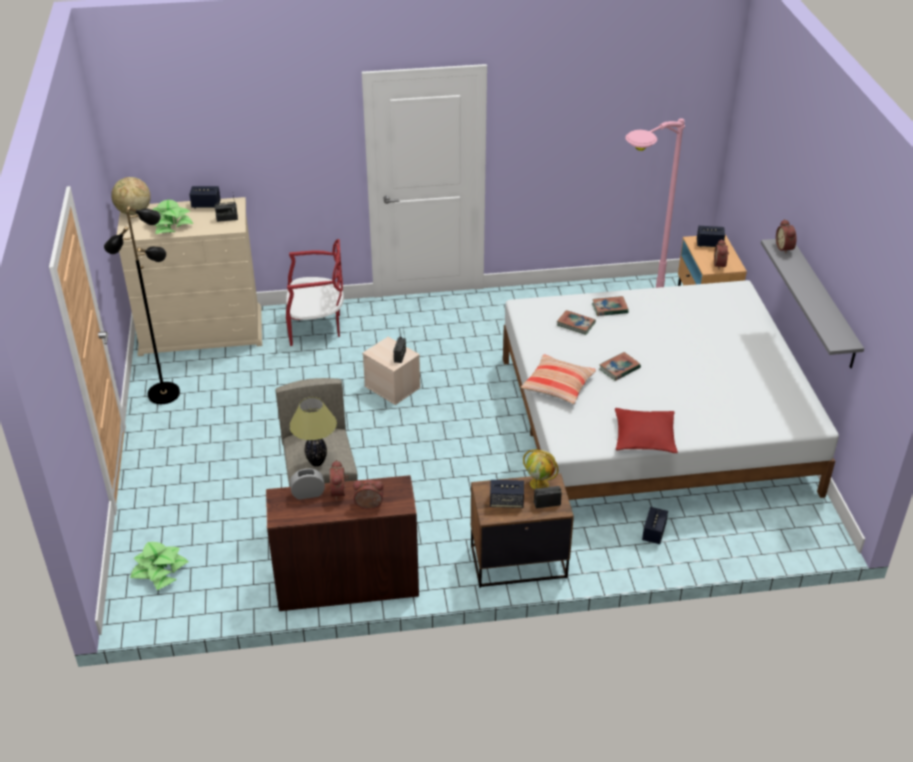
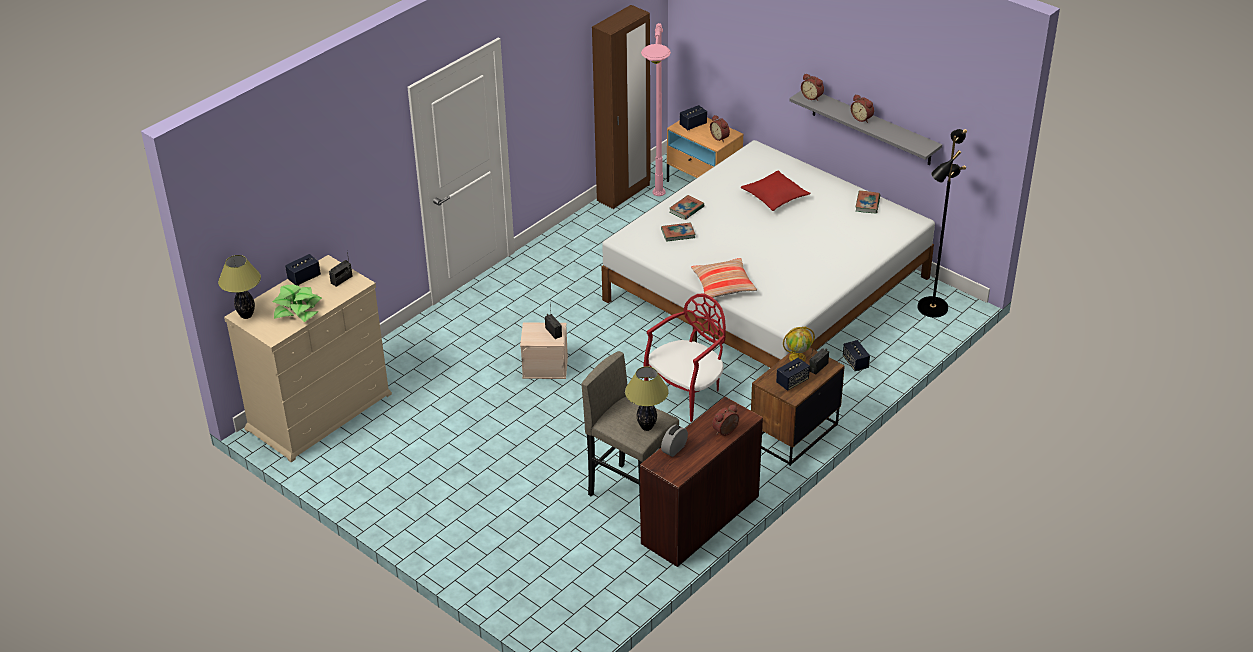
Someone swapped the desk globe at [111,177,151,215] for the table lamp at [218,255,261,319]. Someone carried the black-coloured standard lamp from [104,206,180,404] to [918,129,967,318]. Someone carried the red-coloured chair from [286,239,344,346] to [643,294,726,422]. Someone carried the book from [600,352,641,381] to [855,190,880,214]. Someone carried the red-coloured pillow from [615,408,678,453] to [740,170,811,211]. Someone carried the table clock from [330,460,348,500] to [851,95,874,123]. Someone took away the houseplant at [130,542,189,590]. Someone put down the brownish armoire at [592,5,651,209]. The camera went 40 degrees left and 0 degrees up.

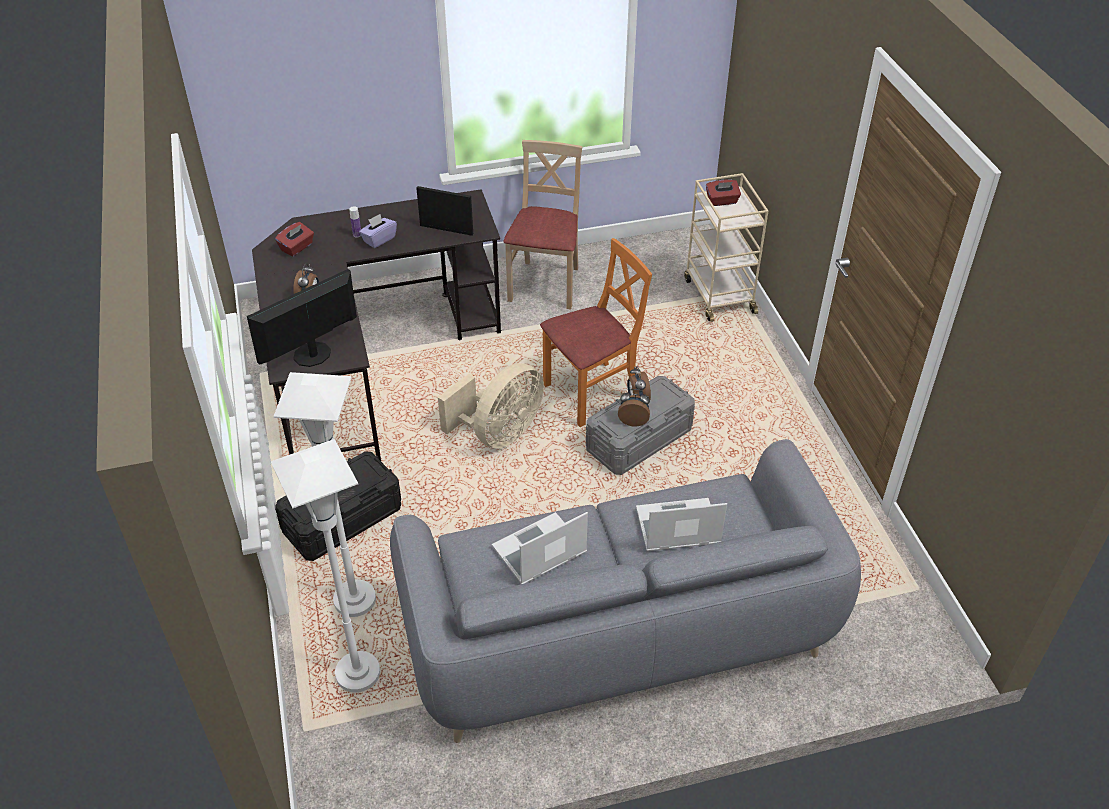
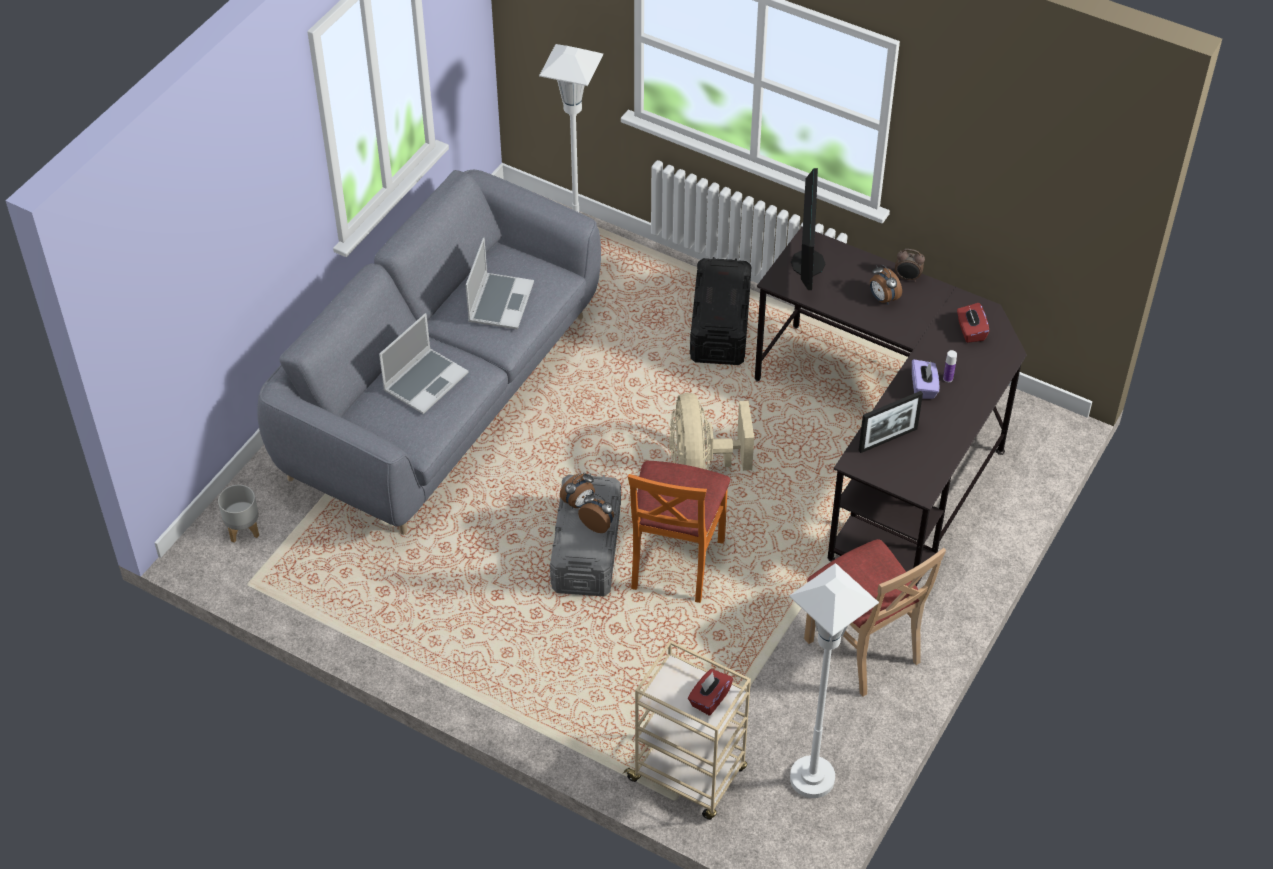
Someone carried the white standard lamp from [273,372,376,617] to [789,563,879,798]. Someone put down the table clock at [895,249,925,282]. Someone put down the gray plant pot at [218,485,259,543]. The camera went 135 degrees right and 5 degrees up.

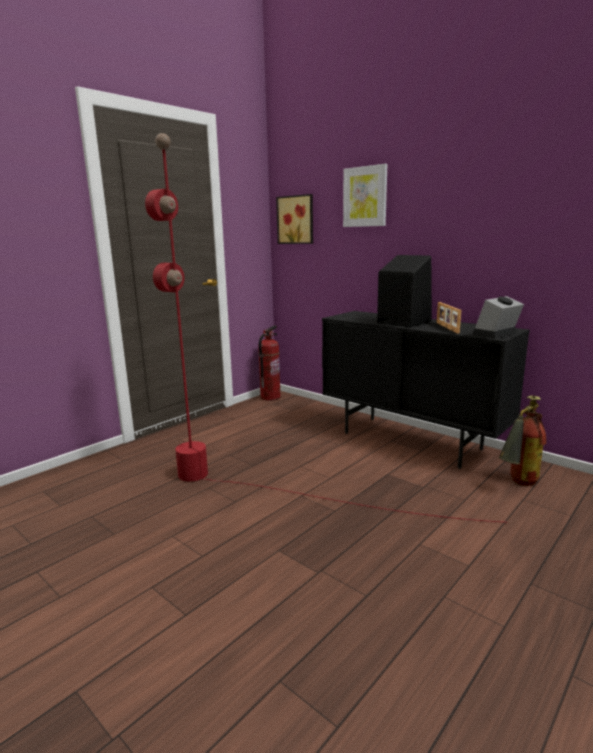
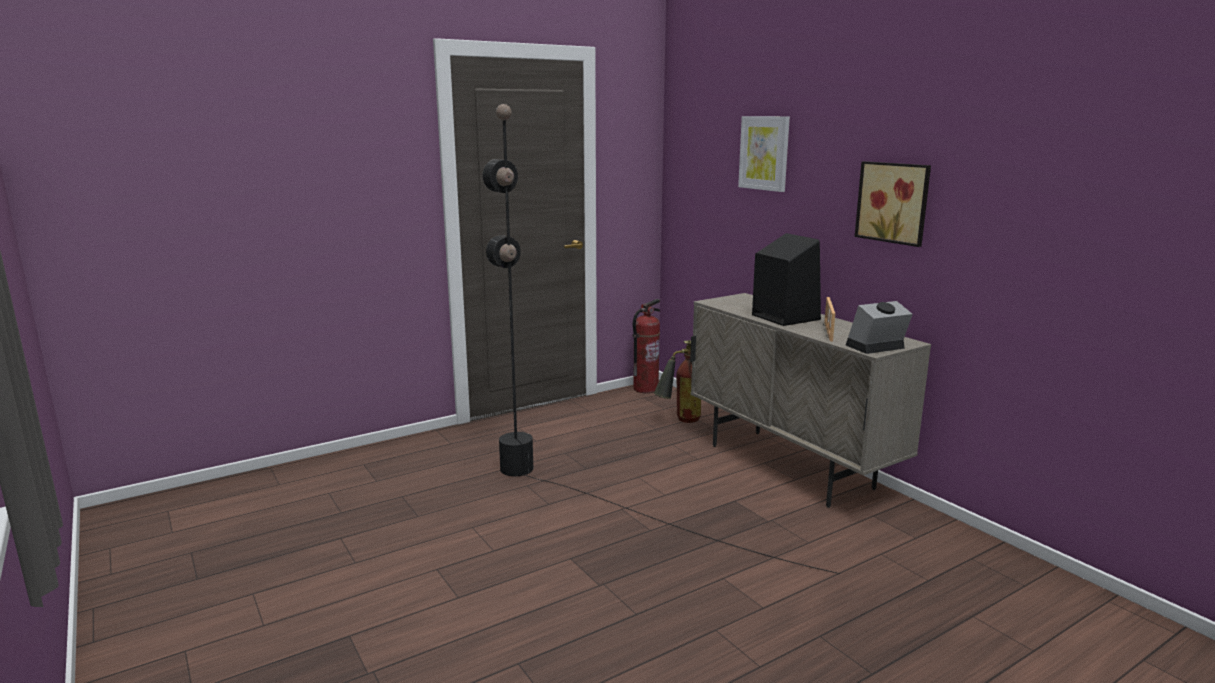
Someone repainted the red-coloured standard lamp at [145,133,507,523], which became the black-coloured standard lamp at [483,104,841,574]. Someone carried the wall art from [276,194,313,244] to [855,161,931,247]. Someone repainted the black-coloured cabinet at [322,311,530,469], which became the beige cabinet at [690,293,931,508]. Someone carried the fire extinguisher from [499,395,547,486] to [654,340,701,423]. The camera went 15 degrees right and 0 degrees up.

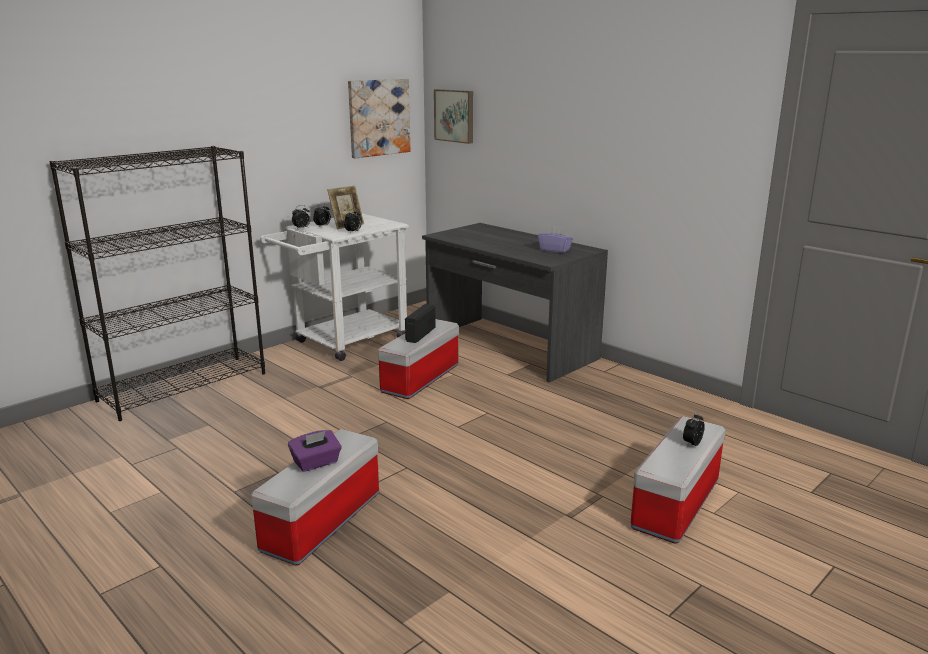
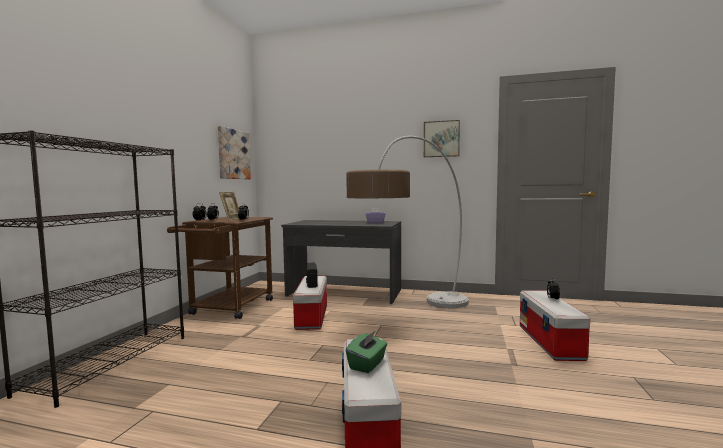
Someone carried the wall art from [434,89,473,144] to [424,120,460,157]. Someone repainted the white trolley at [260,214,409,361], which became the brownish trolley at [167,217,273,319]. Someone repainted the purple box of tissues at [288,430,342,472], which became the greenish box of tissues at [346,330,387,373]. Someone put down the standard lamp at [346,136,468,308]. The camera went 30 degrees left and 15 degrees down.

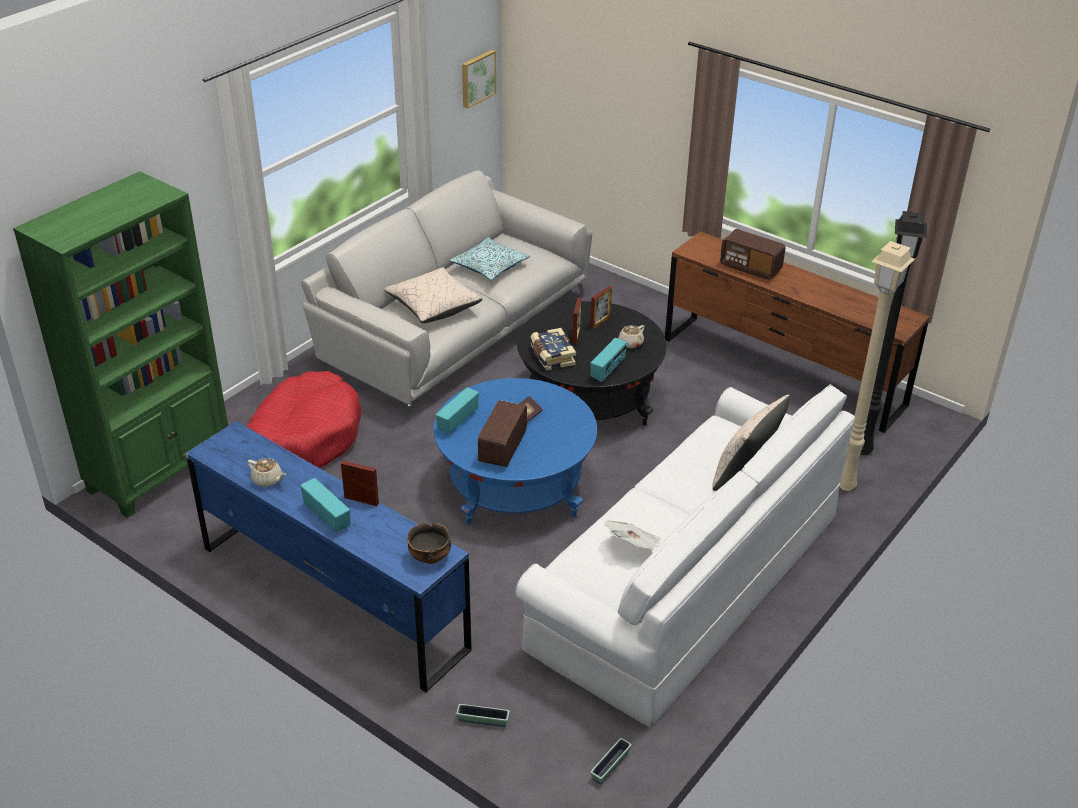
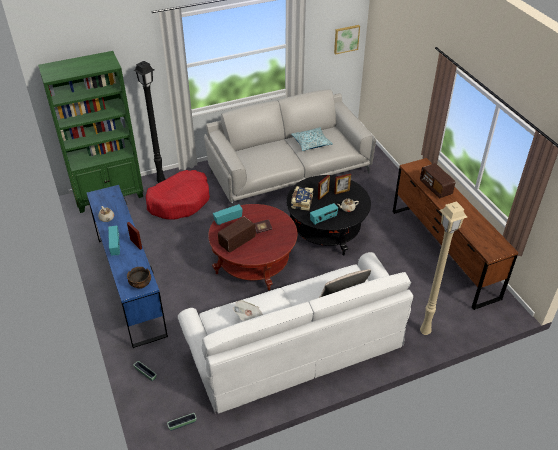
Someone carried the black-coloured standard lamp from [861,211,927,455] to [134,61,166,183]. Someone took away the beige pillow at [384,267,482,323]. Someone repainted the blue-coloured low table at [433,378,597,525], which became the red-coloured low table at [208,204,297,290]. The camera went 30 degrees right and 5 degrees up.

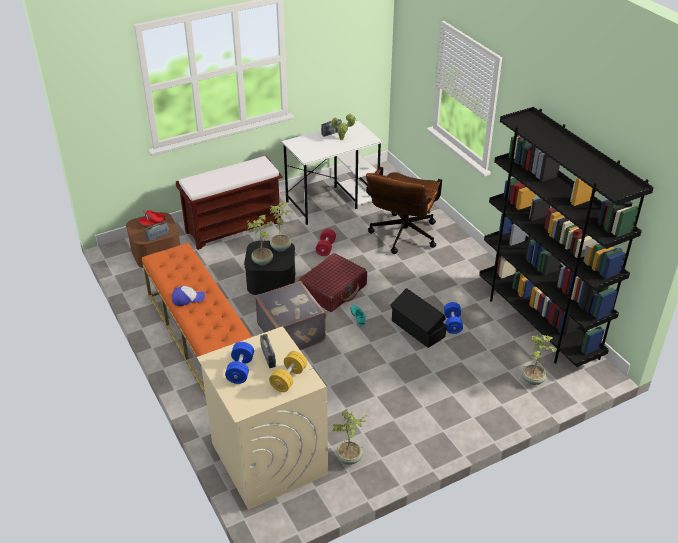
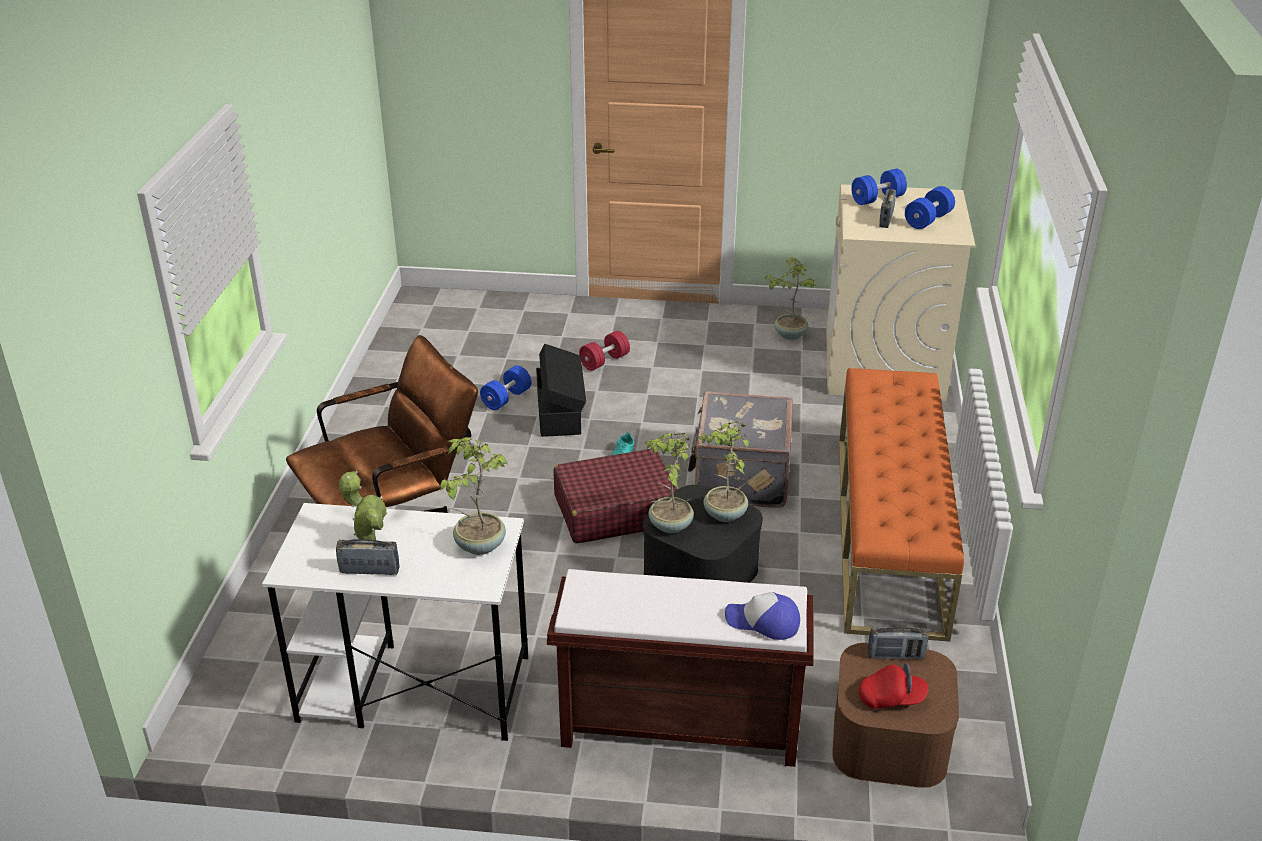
Someone took away the black-coloured bookcase at [479,107,654,367]. Someone carried the red-coloured free weight from [316,229,336,256] to [579,331,630,371]. Someone carried the baseball cap from [172,286,205,306] to [725,592,800,640]. Someone carried the houseplant from [522,333,556,385] to [440,437,507,555]. Someone repainted the yellowish free weight at [269,351,307,392], which became the blue-coloured free weight at [851,169,907,205]. The camera went 145 degrees left and 5 degrees down.

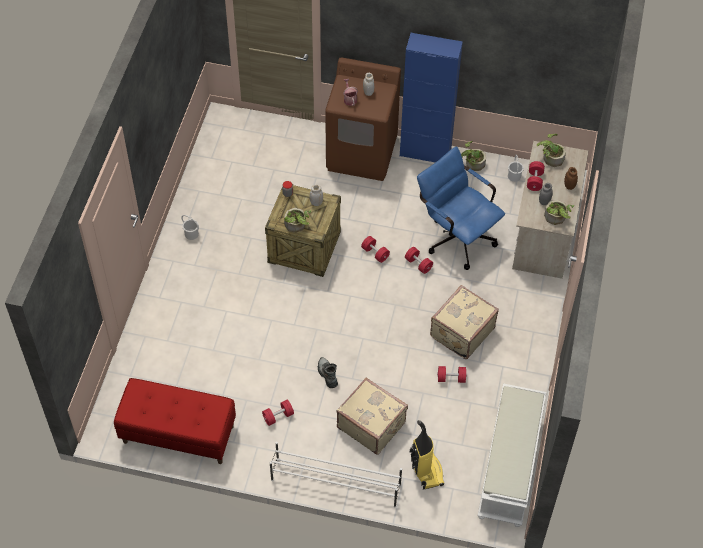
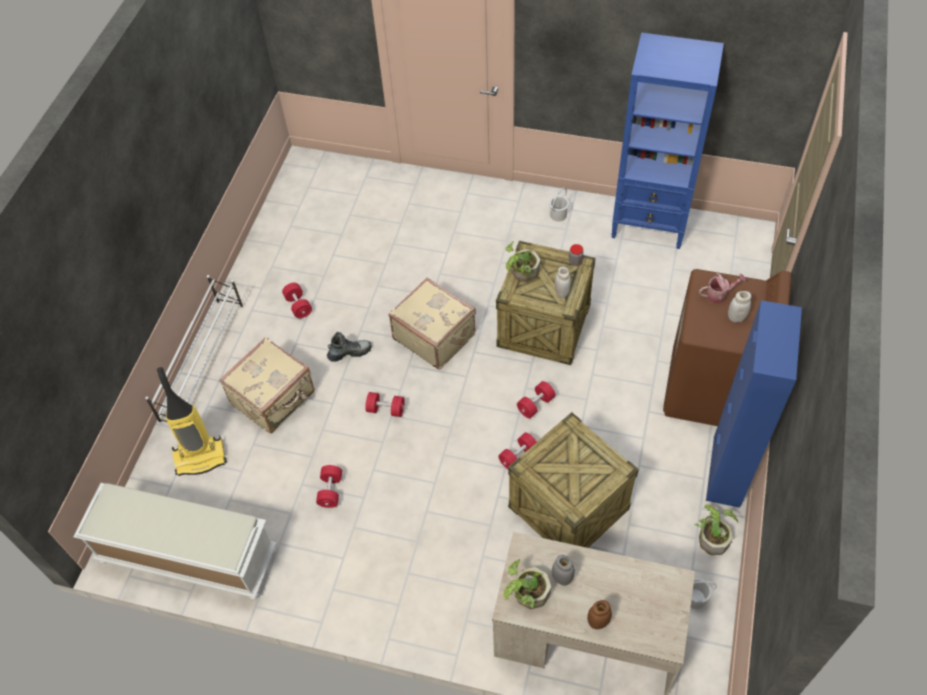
Someone took away the houseplant at [537,134,566,167]. Someone swapped the blue-coloured computer chair at [417,146,505,270] for the crate at [508,412,639,548]. Someone carried the red-coloured free weight from [527,161,545,191] to [365,392,405,417]. Someone carried the beige suitcase from [430,285,499,359] to [389,278,476,370]. Someone took away the red-coloured bench at [114,378,236,464]. Someone put down the blue-coloured bookcase at [611,33,724,249]. The camera went 95 degrees right and 0 degrees up.

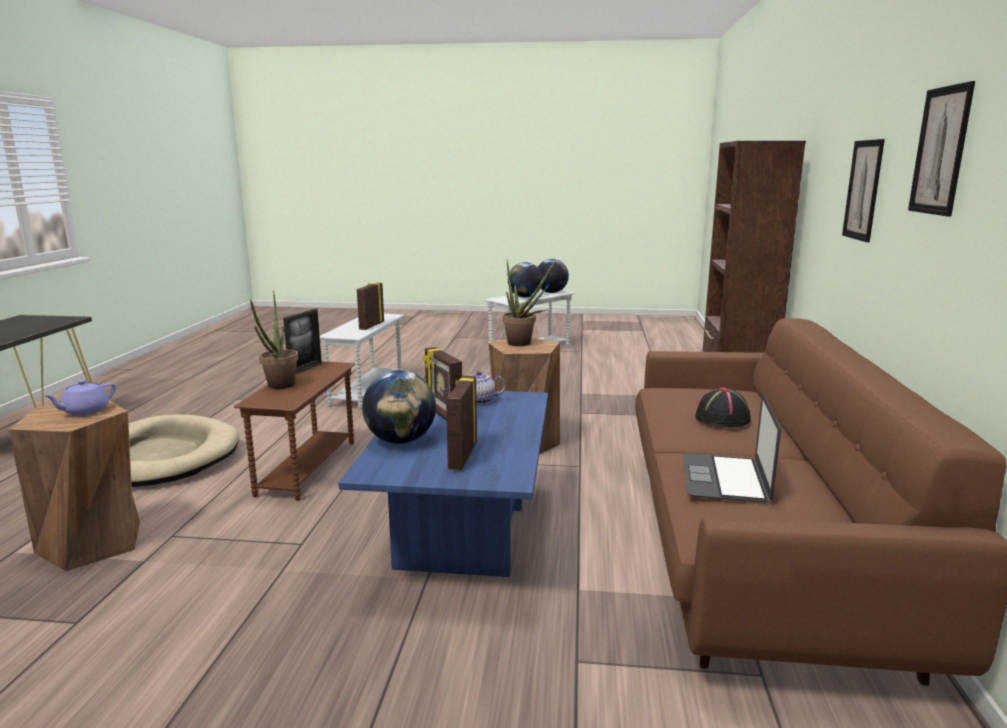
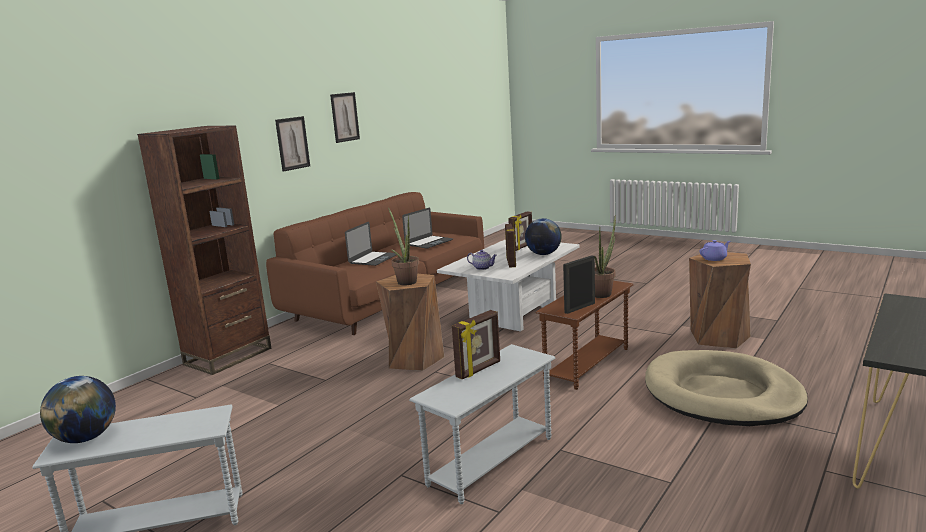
Someone took away the desk globe at [509,262,543,298]. Someone swapped the black-coloured clothing hat at [695,387,751,427] for the laptop at [345,222,396,266]. Someone repainted the blue-coloured low table at [339,391,548,577], which became the white low table at [437,239,579,332]. The camera went 150 degrees left and 0 degrees up.

